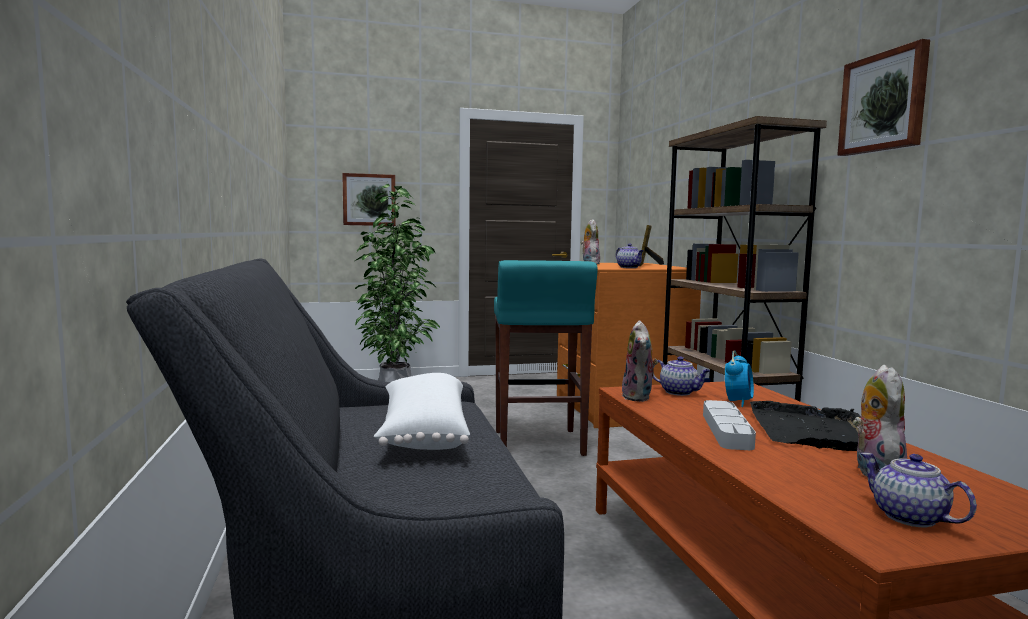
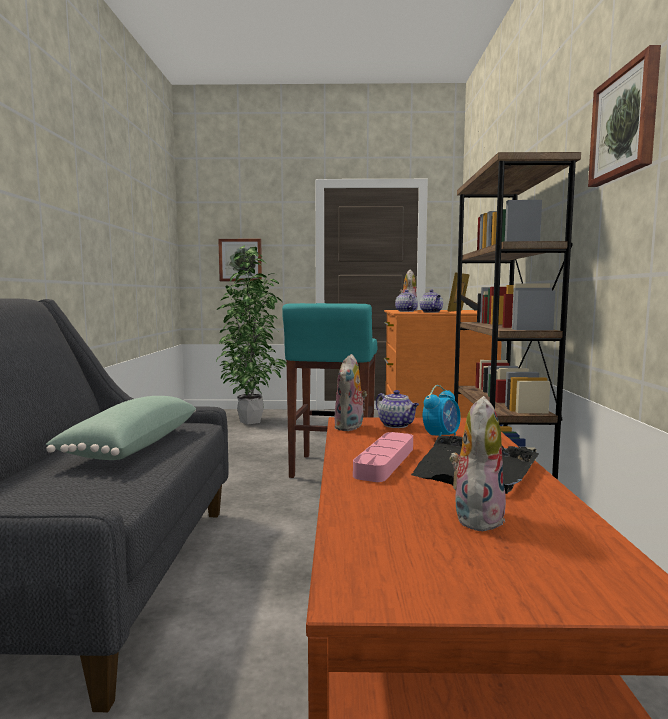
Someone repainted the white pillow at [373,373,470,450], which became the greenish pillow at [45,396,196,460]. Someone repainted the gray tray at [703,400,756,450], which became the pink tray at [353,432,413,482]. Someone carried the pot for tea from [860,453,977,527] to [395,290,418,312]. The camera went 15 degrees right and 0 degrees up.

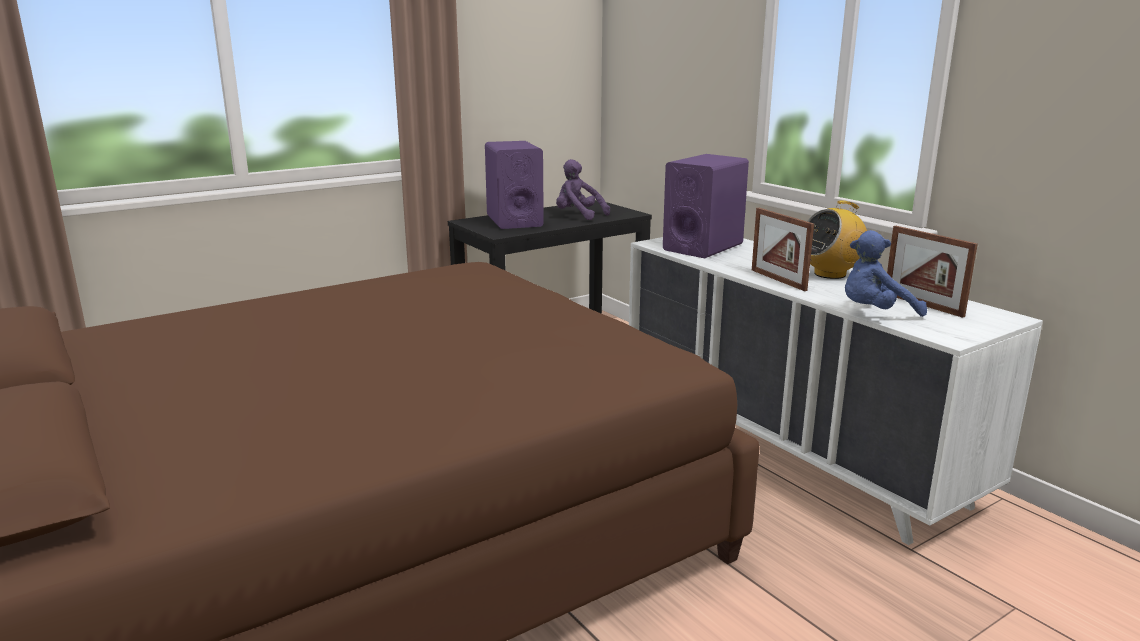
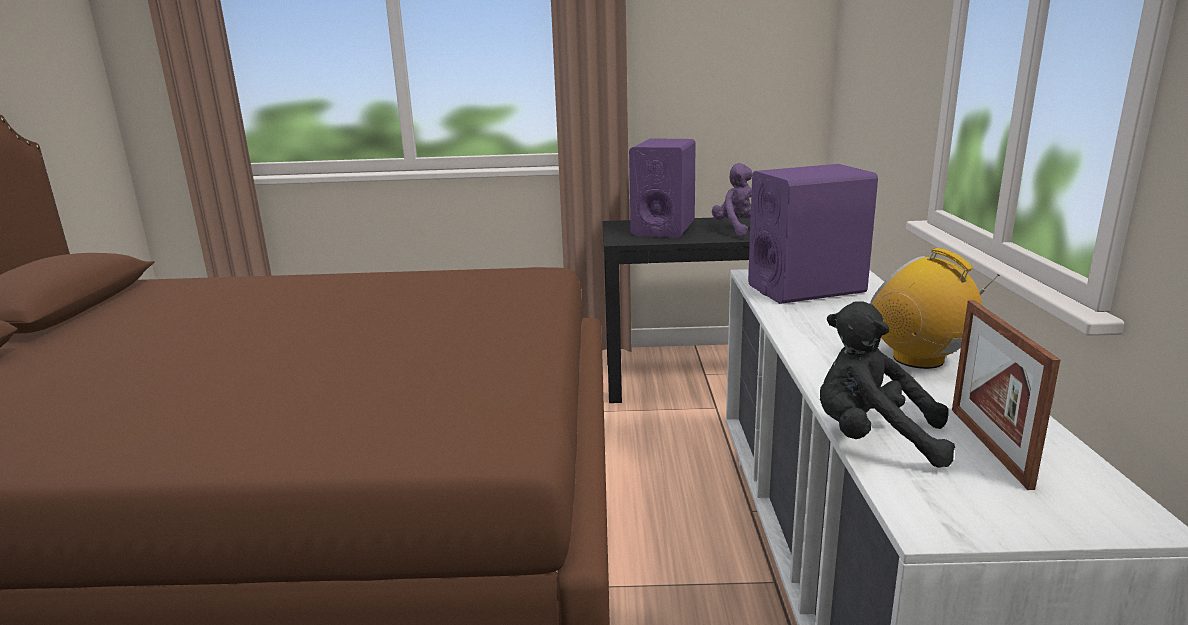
Someone rotated the radio receiver at [807,200,867,279] by 45 degrees clockwise. Someone took away the photo frame at [752,208,814,291]. Someone repainted the blue-coloured plush toy at [845,230,927,317], which became the black-coloured plush toy at [820,301,955,468]. The camera went 35 degrees right and 0 degrees up.

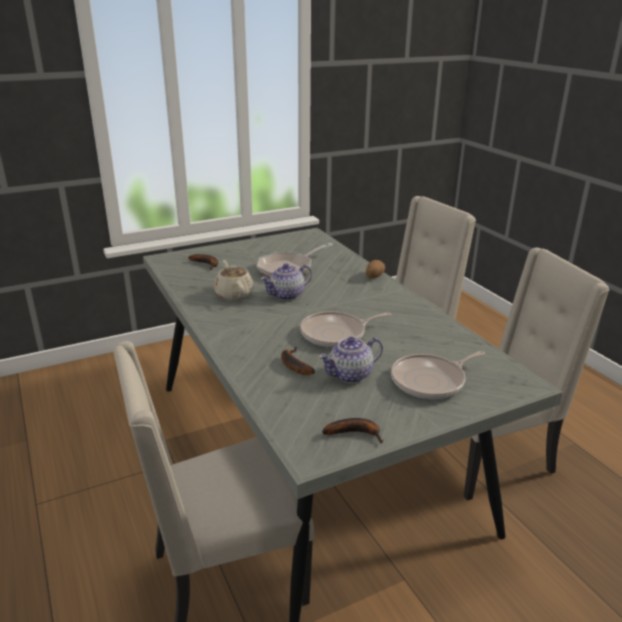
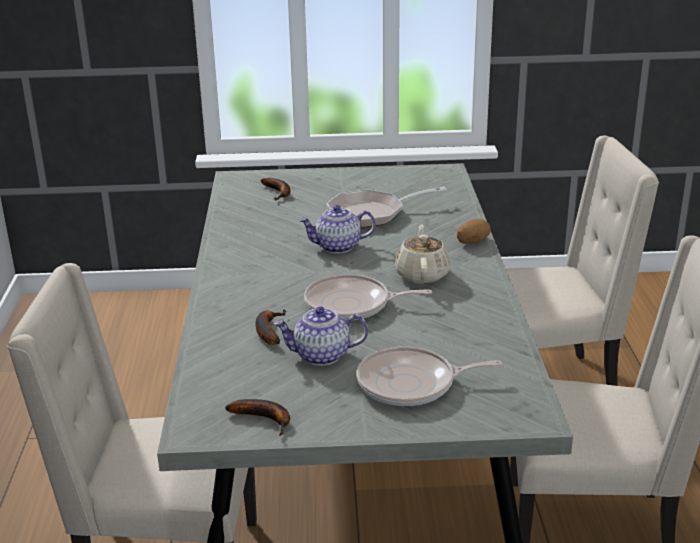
Someone carried the beige pot for tea from [214,260,254,300] to [395,224,450,284]. The camera went 25 degrees right and 0 degrees up.

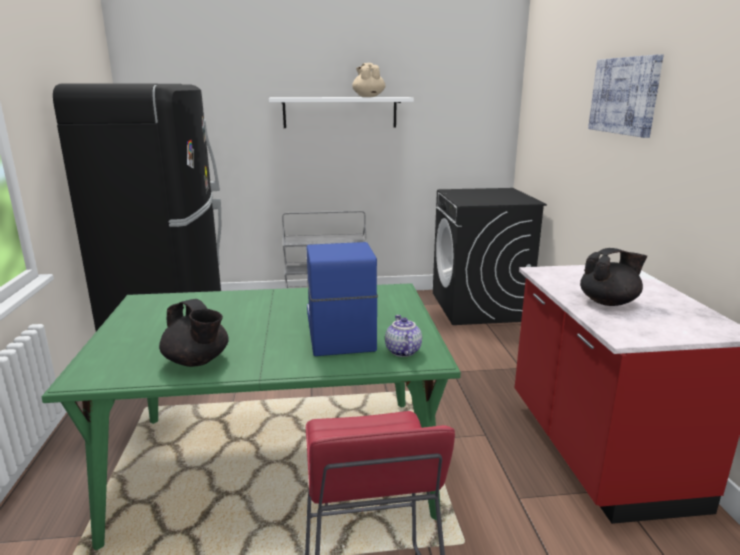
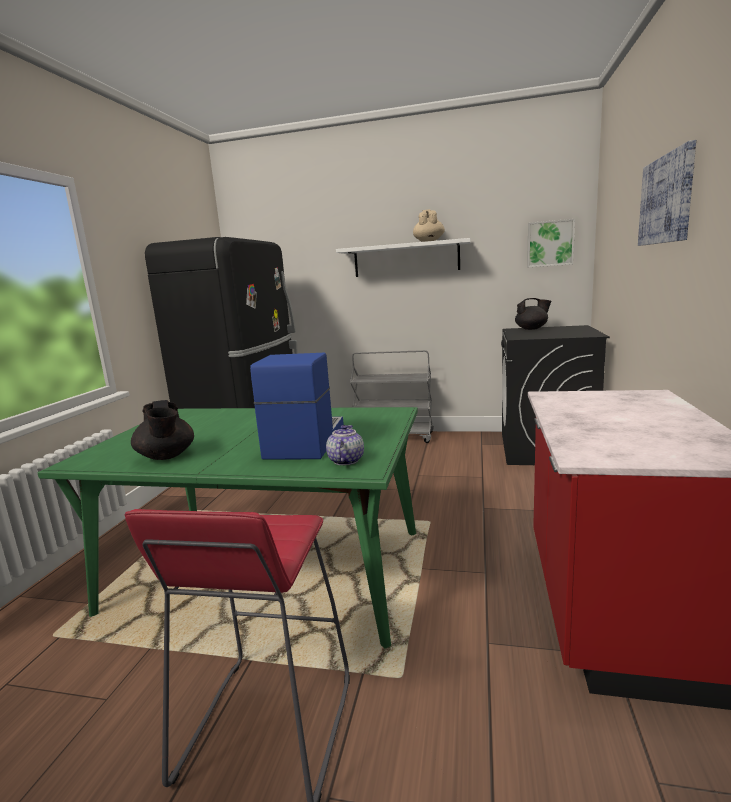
Someone carried the black-coloured pot for tea from [580,248,647,306] to [515,298,551,330]. Someone put up the wall art at [527,219,575,267]. The camera went 20 degrees right and 5 degrees down.

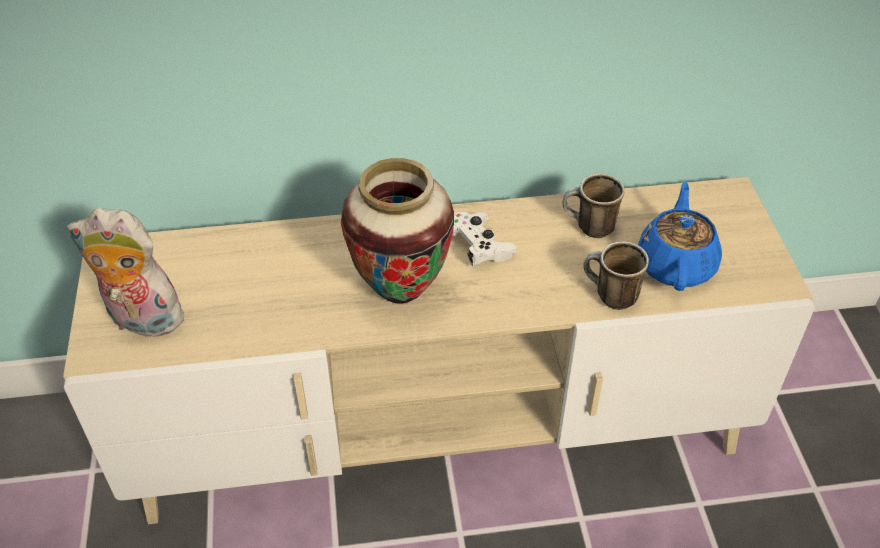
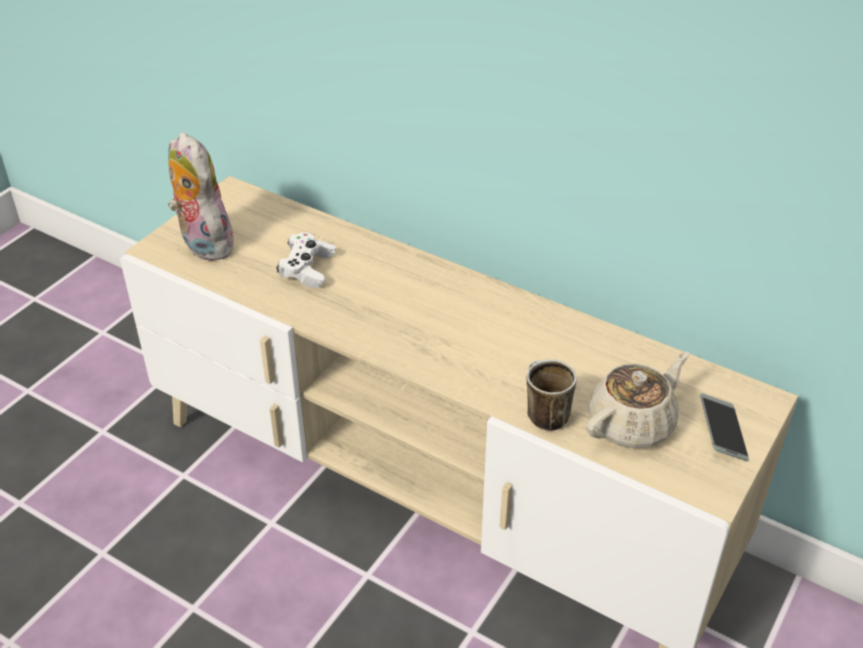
Someone took away the decorative vase at [341,158,454,304]. Someone took away the tea mug at [563,173,625,238]. Someone repainted the blue-coloured pot for tea at [638,182,722,291], which became the beige pot for tea at [586,352,689,448]. Someone carried the white joypad from [452,212,517,267] to [276,232,336,288]. Someone put down the handset at [700,393,749,461]. The camera went 40 degrees right and 5 degrees down.

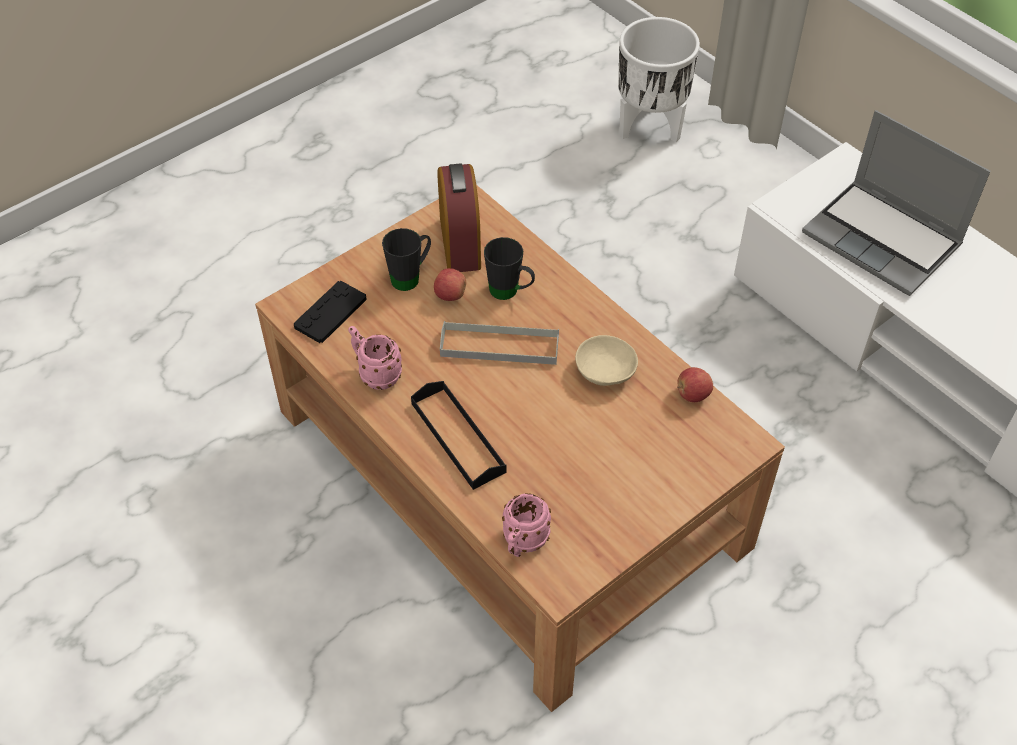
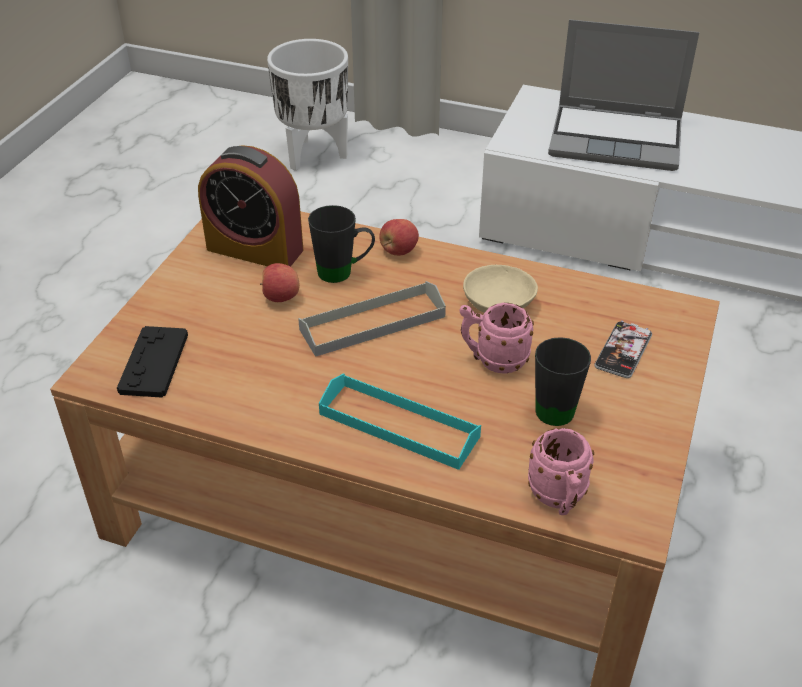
Someone rotated the table clock at [437,163,481,272] by 150 degrees clockwise. Someone carried the black-coloured tea mug from [382,228,431,291] to [535,337,591,426]. Someone carried the pink tea mug from [348,326,402,390] to [459,303,534,374]. Someone carried the whole apple from [677,367,713,402] to [379,219,419,256]. Someone repainted the black-coloured tray at [411,381,507,490], which became the turquoise tray at [319,373,481,470]. Someone put down the handset at [594,320,652,378]. The camera went 30 degrees left and 10 degrees down.

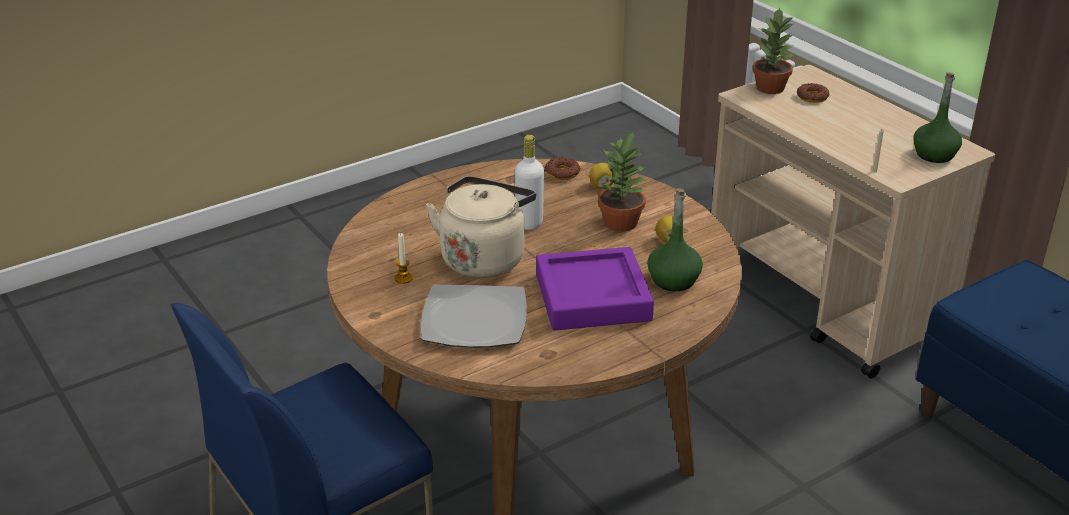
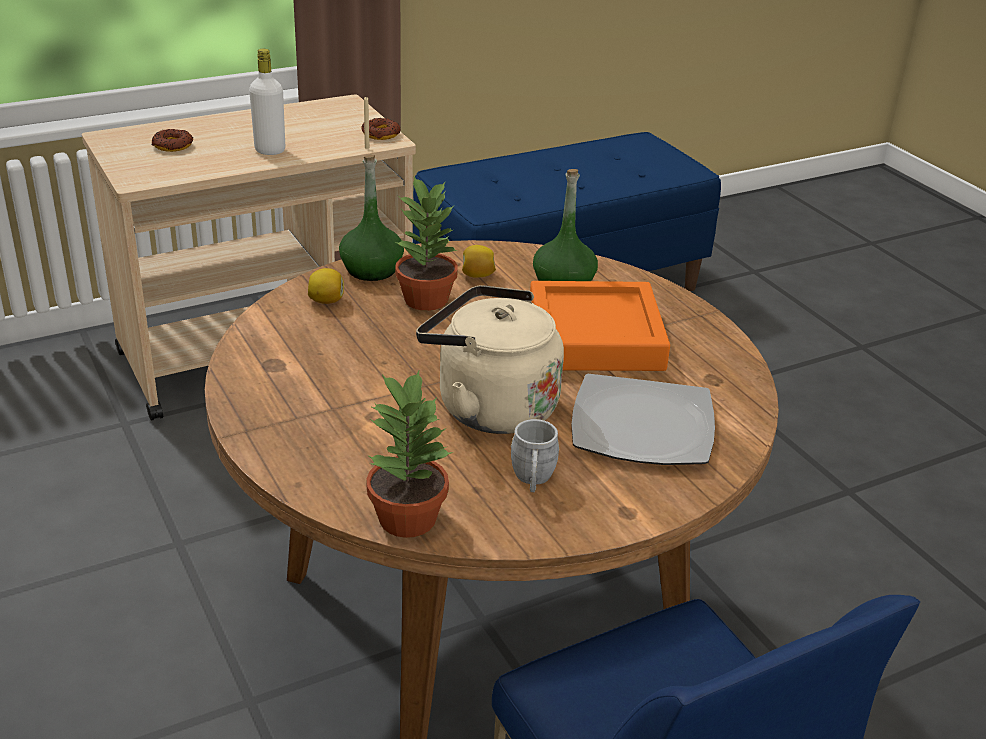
Someone carried the houseplant from [752,7,796,94] to [366,371,453,538]. Someone carried the greenish bottle from [914,72,962,163] to [339,155,404,281]. Someone carried the white bottle from [515,135,544,230] to [249,49,285,155]. Someone carried the ring doughnut from [544,157,581,180] to [362,118,401,140]. Someone swapped the wax light at [395,233,413,284] for the gray tea mug at [511,419,559,492]. Someone repainted the purple tray at [536,247,654,331], which became the orange-coloured tray at [530,281,670,371]. The camera went 85 degrees left and 0 degrees up.

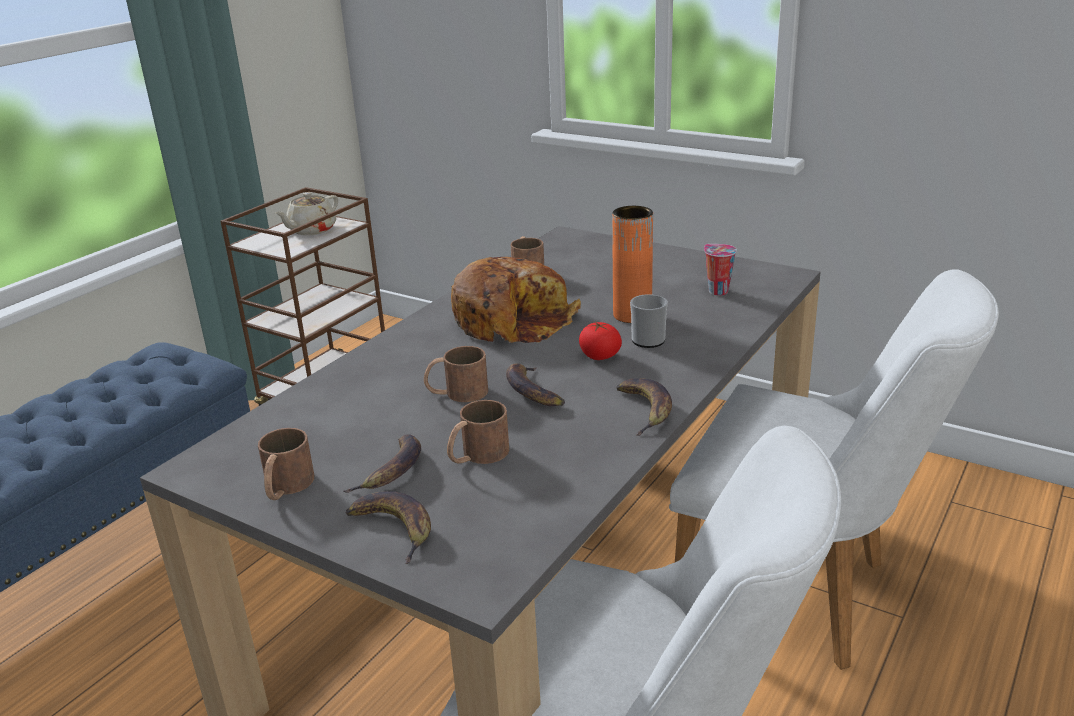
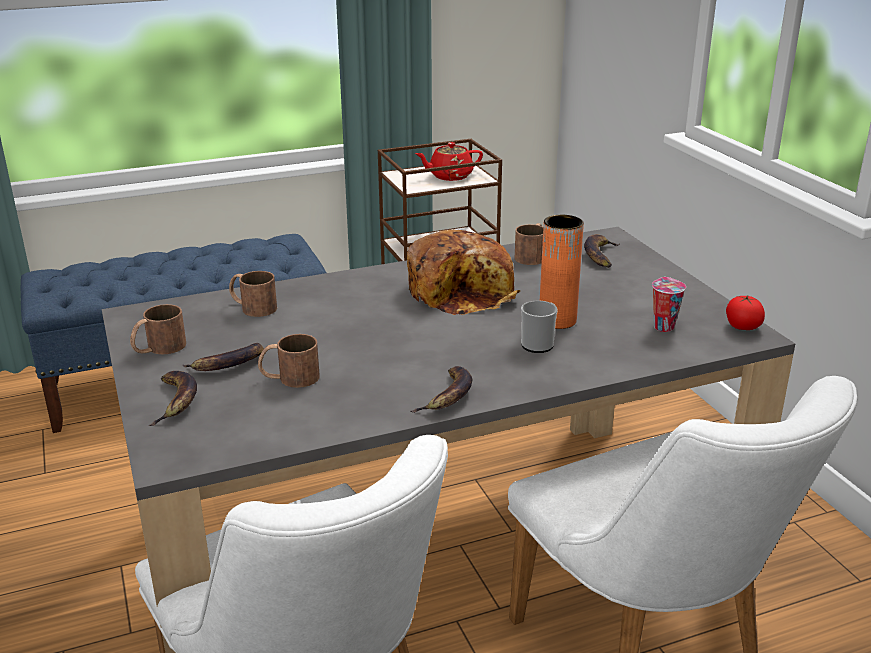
Someone repainted the beige pot for tea at [275,192,338,235], which became the red-coloured pot for tea at [415,142,483,181]. Someone carried the tomato from [579,322,622,360] to [726,295,765,330]. Someone carried the brownish tea mug from [424,346,488,402] to [229,271,277,317]. Someone carried the banana from [506,363,565,406] to [584,234,619,268]. The camera went 35 degrees right and 0 degrees up.

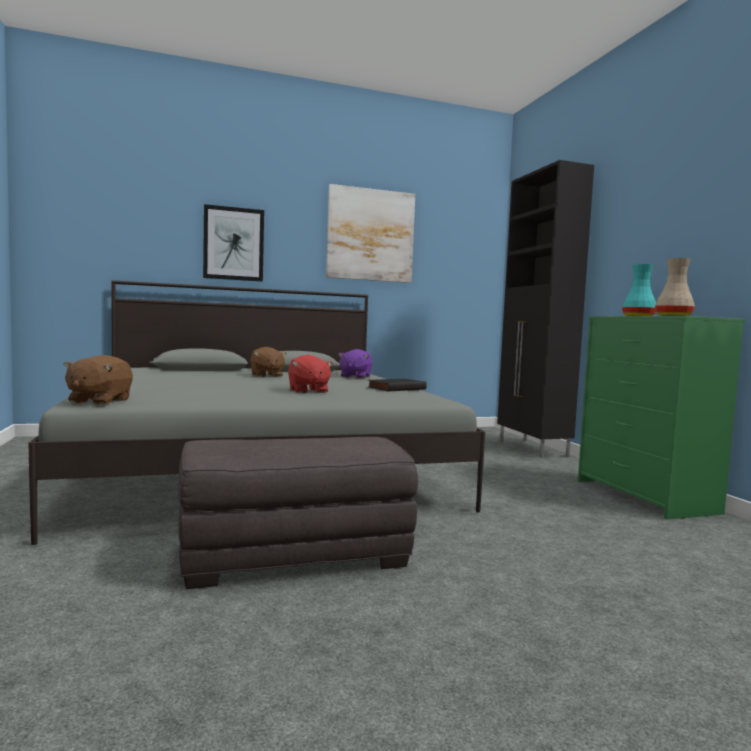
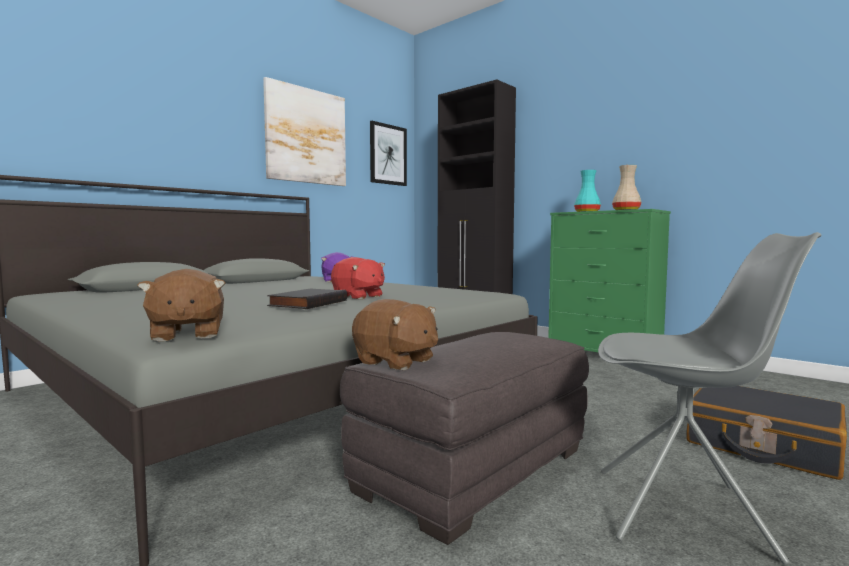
Someone carried the wall art from [203,204,264,281] to [370,121,407,186]. Someone carried the brownish plush toy from [250,347,287,377] to [352,299,438,370]. Someone carried the black-coloured book from [368,379,427,391] to [267,289,347,309]. Someone put down the gray chair at [598,232,822,565]. Someone put down the black-coloured suitcase at [686,386,847,480]. The camera went 30 degrees left and 0 degrees up.

